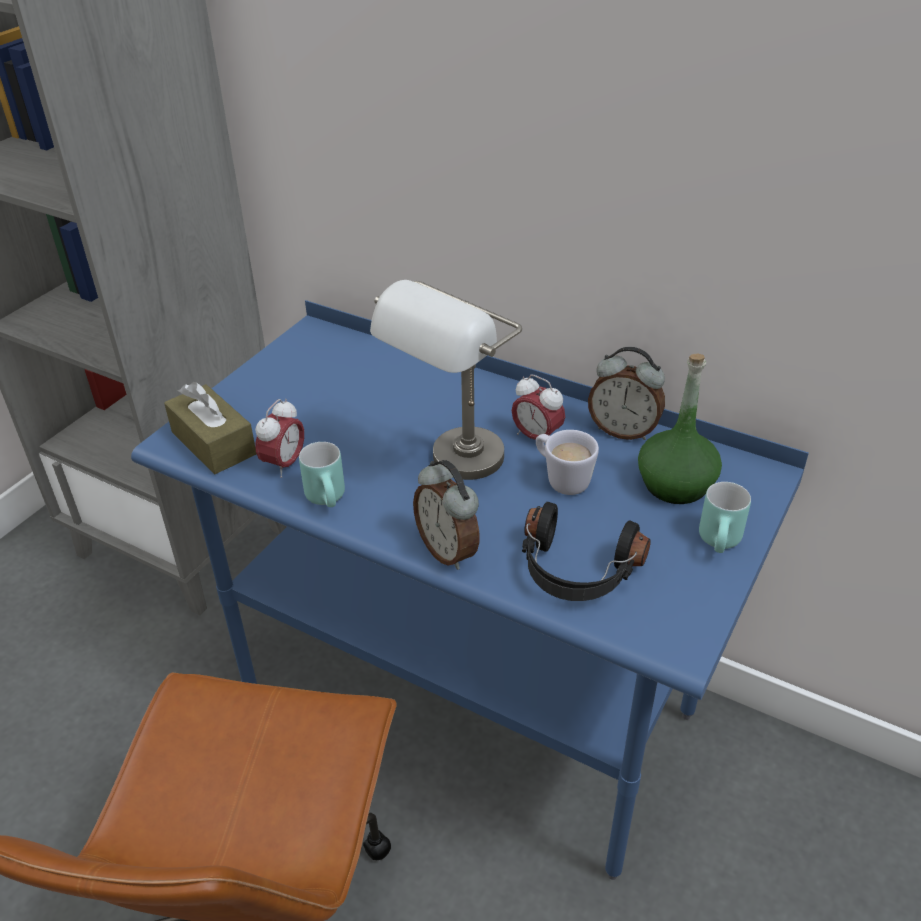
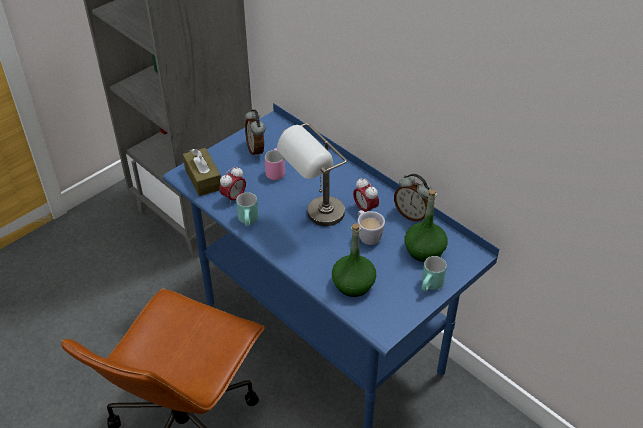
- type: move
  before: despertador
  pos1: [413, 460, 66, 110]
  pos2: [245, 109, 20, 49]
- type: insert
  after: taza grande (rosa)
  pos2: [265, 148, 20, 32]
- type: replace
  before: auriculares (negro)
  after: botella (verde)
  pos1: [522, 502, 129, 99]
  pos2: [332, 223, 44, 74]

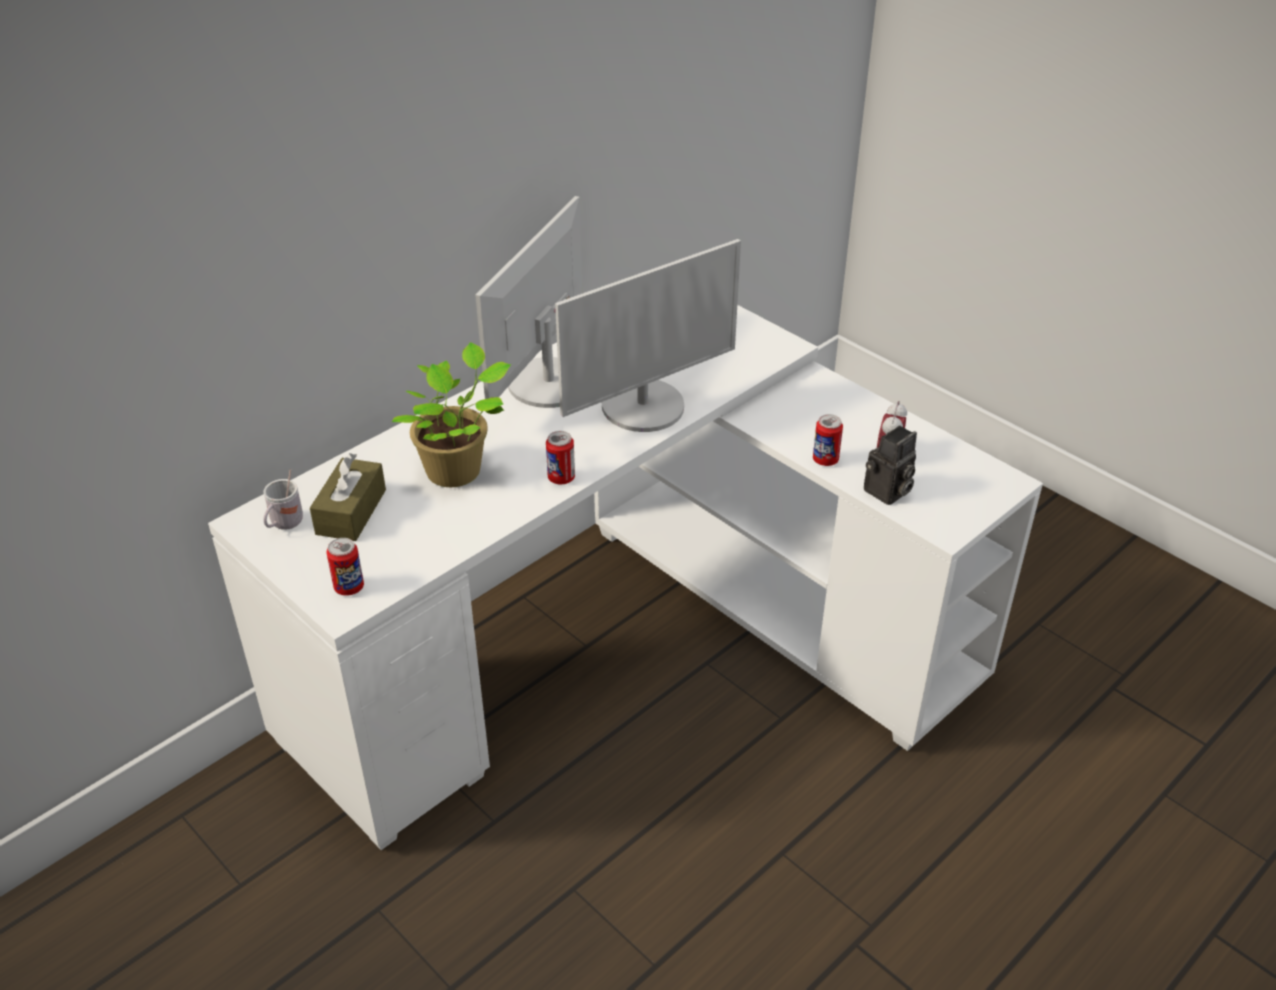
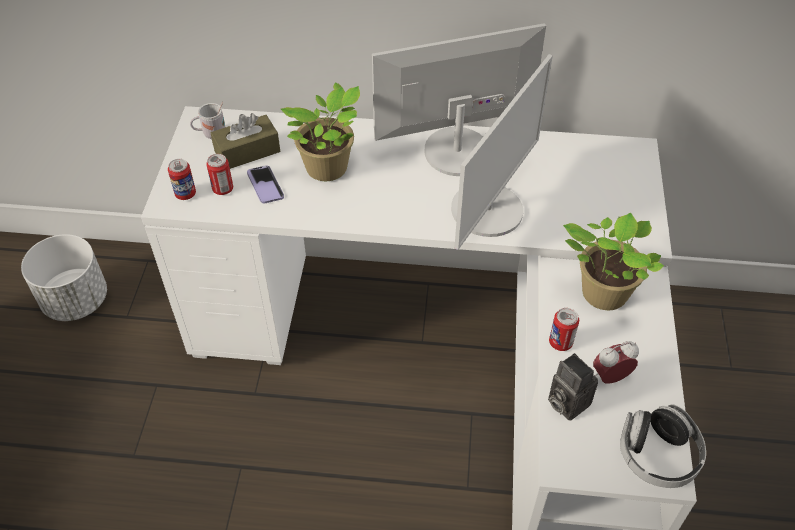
- type: insert
  after: maceta (blanco)
  pos2: [21, 234, 86, 87]
- type: move
  before: lata
  pos1: [546, 431, 29, 53]
  pos2: [206, 154, 27, 41]
- type: insert
  after: móvil
  pos2: [247, 165, 37, 38]
- type: rotate
  before: monitor
  pos1: [555, 239, 186, 193]
  pos2: [451, 54, 102, 196]
  turn: -75
- type: rotate
  before: cámara
  pos1: [864, 425, 53, 80]
  pos2: [548, 353, 50, 68]
  turn: 45
- type: insert
  after: planta en maceta
  pos2: [563, 213, 101, 97]
- type: insert
  after: auriculares
  pos2: [620, 405, 86, 83]

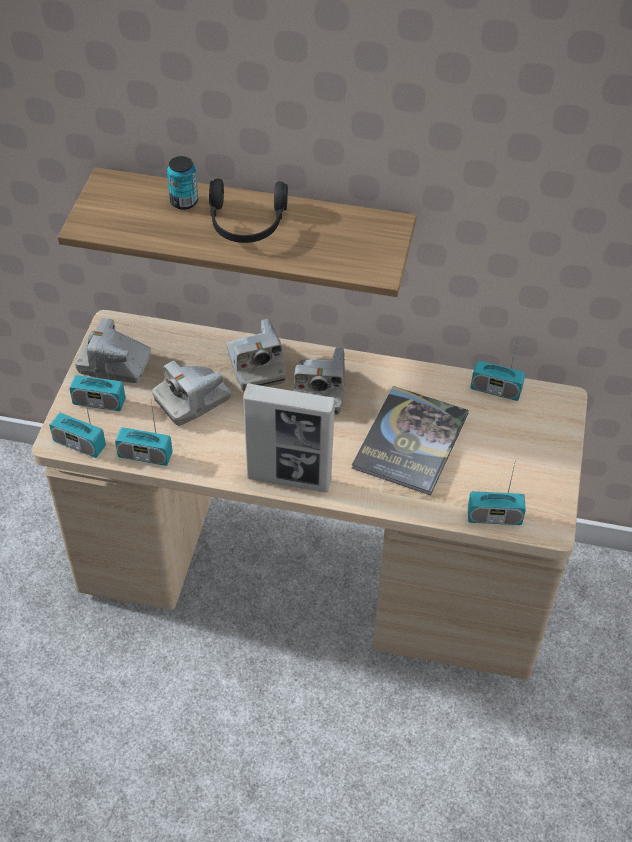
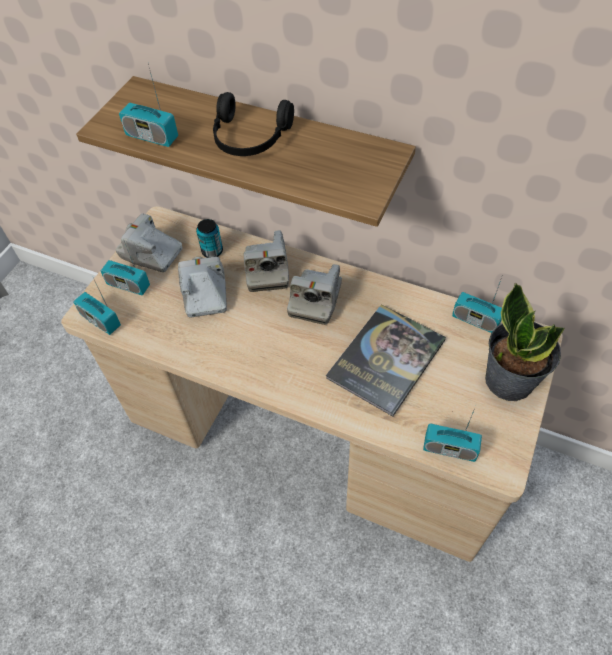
- type: move
  before: radio
  pos1: [115, 402, 58, 64]
  pos2: [119, 64, 59, 83]
- type: rotate
  before: cámara
  pos1: [152, 361, 79, 65]
  pos2: [178, 257, 49, 61]
  turn: 105
- type: move
  before: lata
  pos1: [167, 156, 31, 54]
  pos2: [196, 219, 27, 39]
- type: insert
  after: planta en maceta
  pos2: [485, 283, 80, 118]
- type: delete
  before: portarretratos
  pos1: [243, 383, 92, 110]

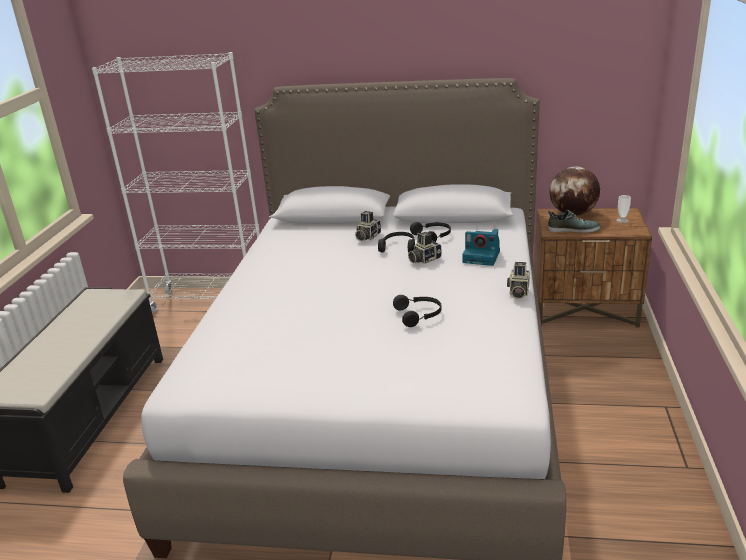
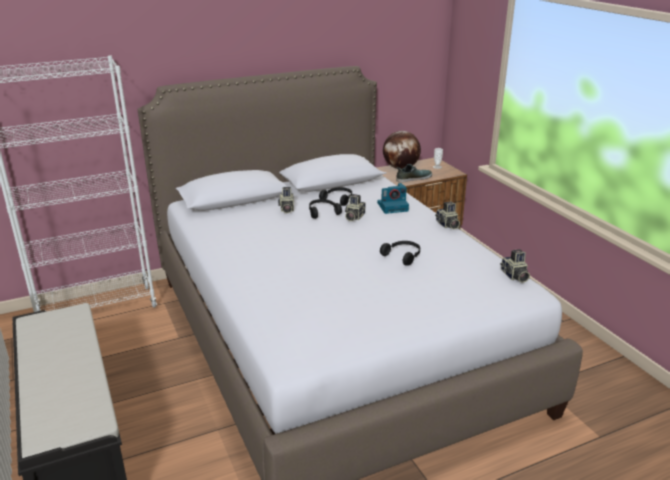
- type: insert
  after: cámara
  pos2: [500, 249, 30, 34]

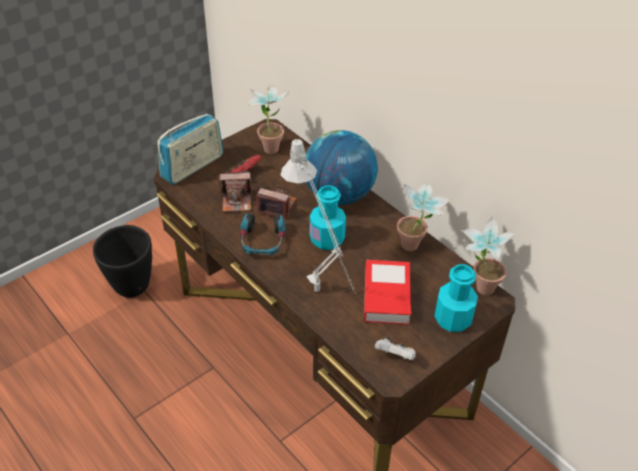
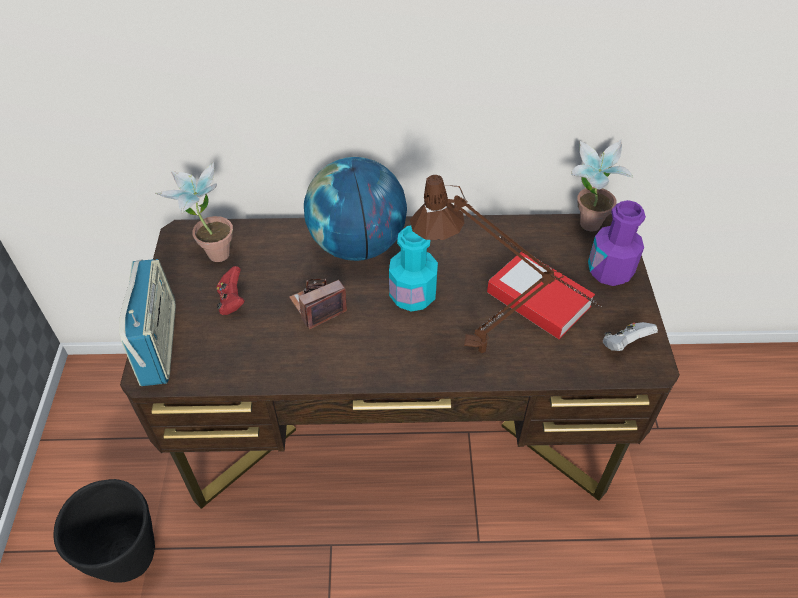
- type: recolor
  before: lámpara de mesa (gris)
  after: lámpara de mesa (marrón)
  pos1: [281, 139, 75, 155]
  pos2: [410, 175, 192, 178]
- type: recolor
  before: botella (turquesa)
  after: botella (morado)
  pos1: [434, 264, 44, 68]
  pos2: [588, 200, 58, 86]
- type: delete
  before: cámara
  pos1: [219, 171, 33, 41]
- type: delete
  before: auriculares
  pos1: [241, 213, 45, 42]
- type: delete
  before: planta en maceta
  pos1: [397, 184, 54, 67]

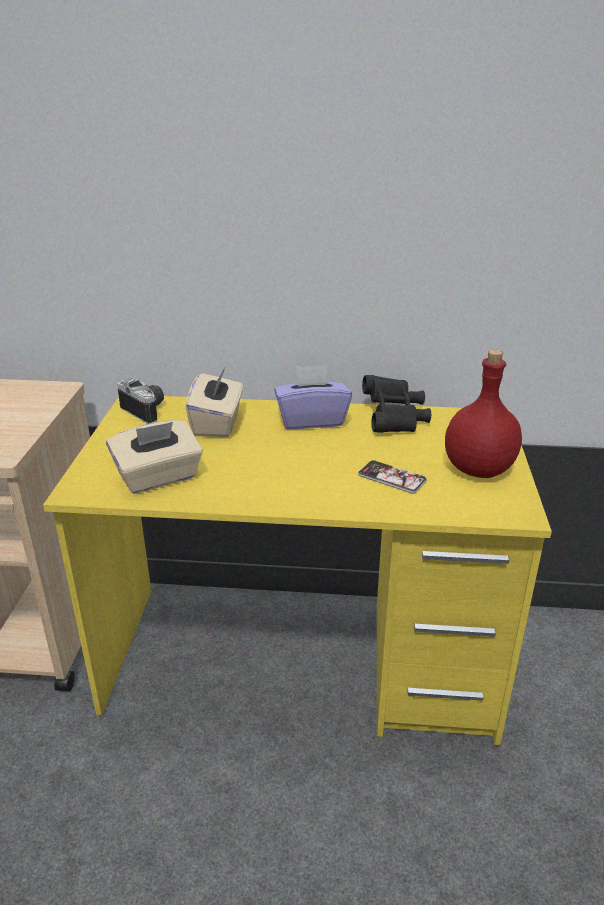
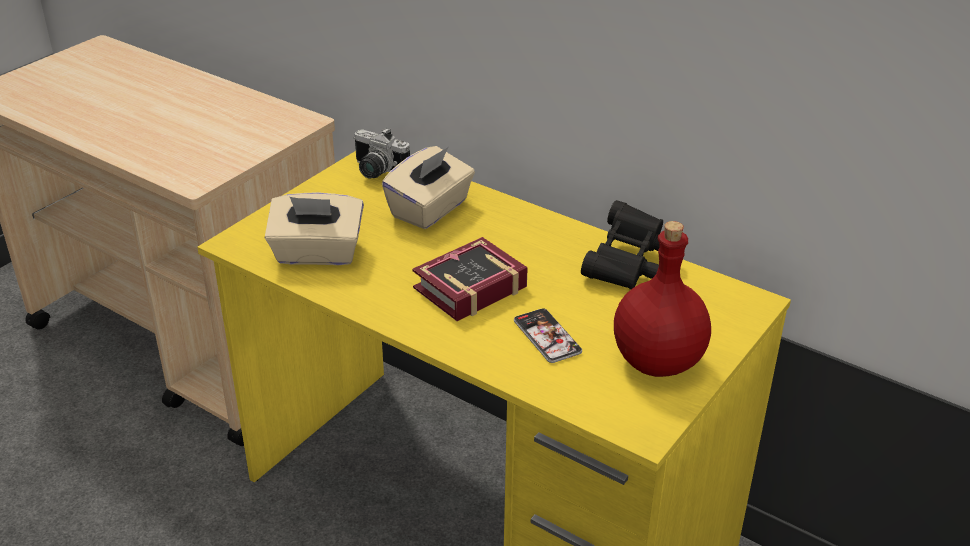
- type: rotate
  before: cámara
  pos1: [117, 378, 47, 46]
  pos2: [354, 128, 56, 51]
  turn: 135
- type: insert
  after: libro
  pos2: [412, 237, 116, 84]
- type: delete
  before: caja de pañuelos (morado)
  pos1: [274, 365, 78, 64]

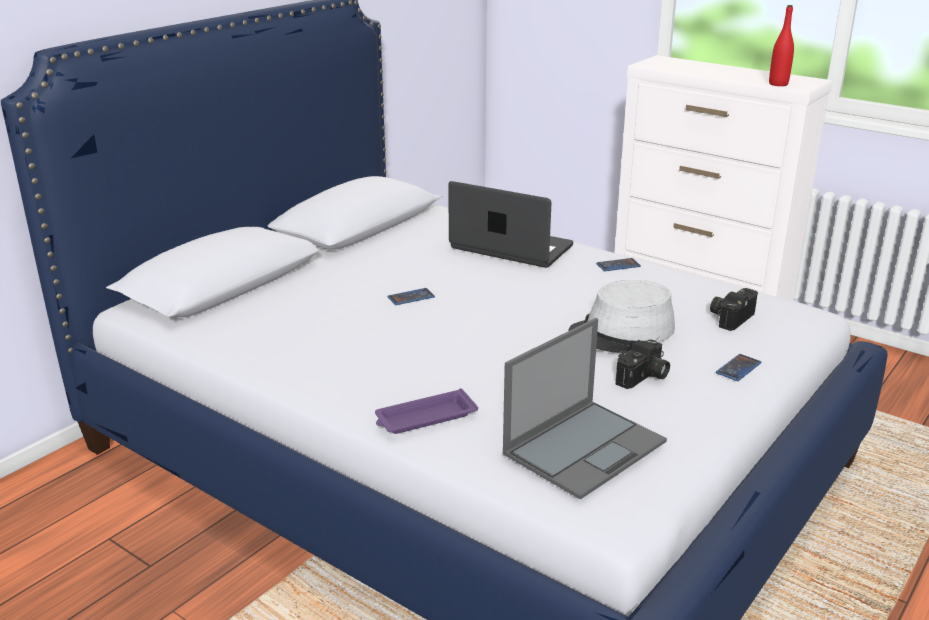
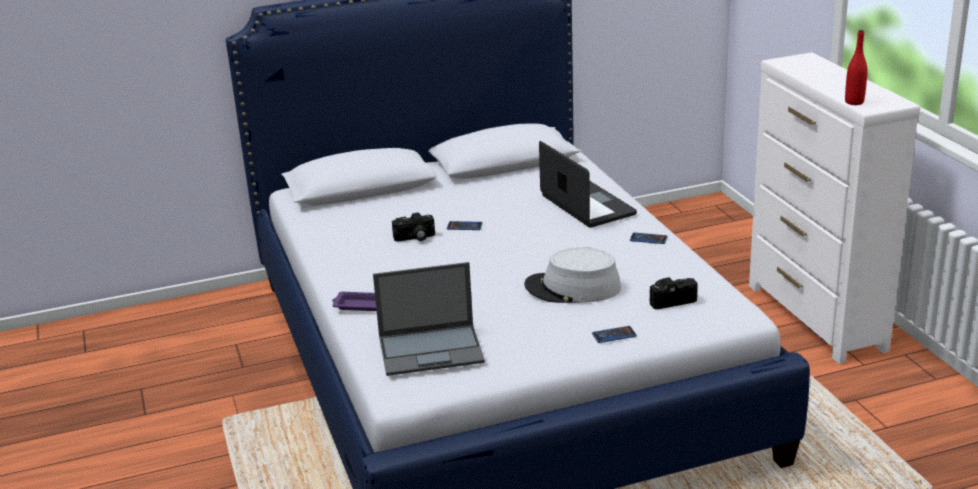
- type: move
  before: cámara
  pos1: [616, 339, 54, 50]
  pos2: [392, 212, 43, 29]

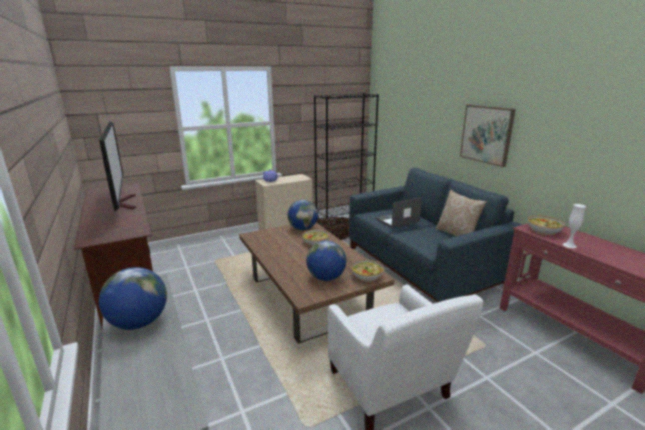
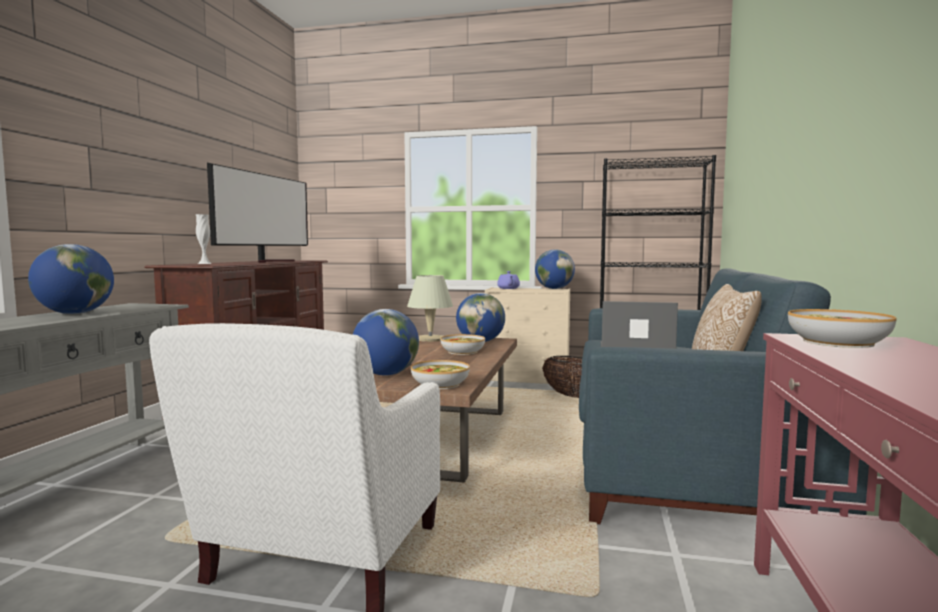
- type: move
  before: florero (blanco)
  pos1: [562, 204, 24, 44]
  pos2: [196, 214, 16, 50]
- type: insert
  after: lámpara de mesa (beis)
  pos2: [407, 275, 46, 67]
- type: insert
  after: globo terráqueo
  pos2: [535, 249, 40, 40]
- type: delete
  before: cuadro
  pos1: [460, 105, 56, 62]

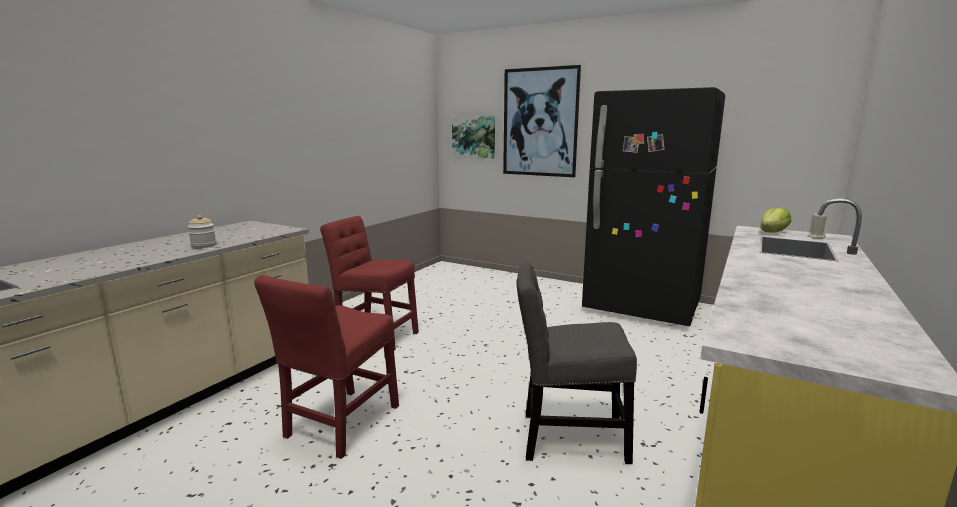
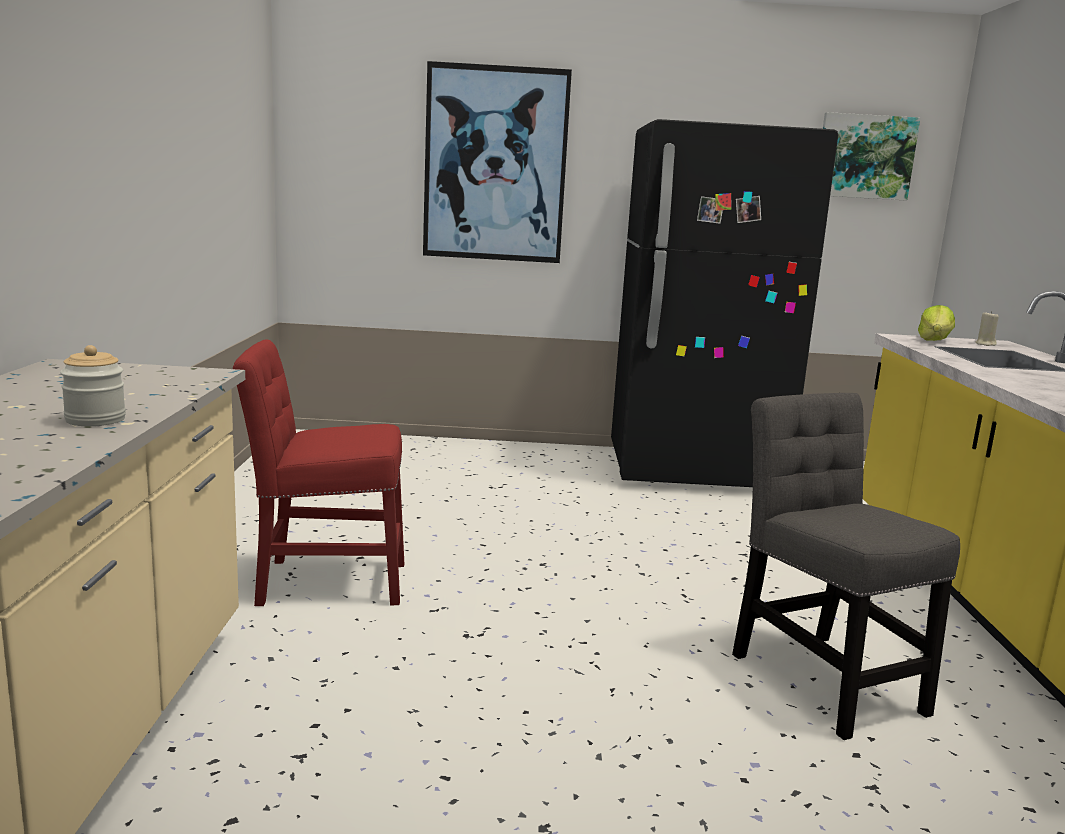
- type: rotate
  before: silla (gris)
  pos1: [516, 262, 121, 202]
  pos2: [732, 393, 228, 347]
  turn: 90
- type: move
  before: cuadro
  pos1: [452, 116, 43, 43]
  pos2: [823, 112, 97, 89]
- type: delete
  before: silla (rojo)
  pos1: [254, 275, 145, 184]

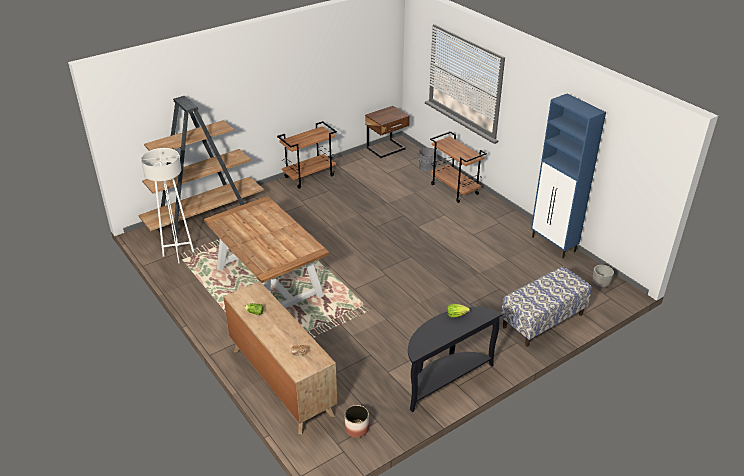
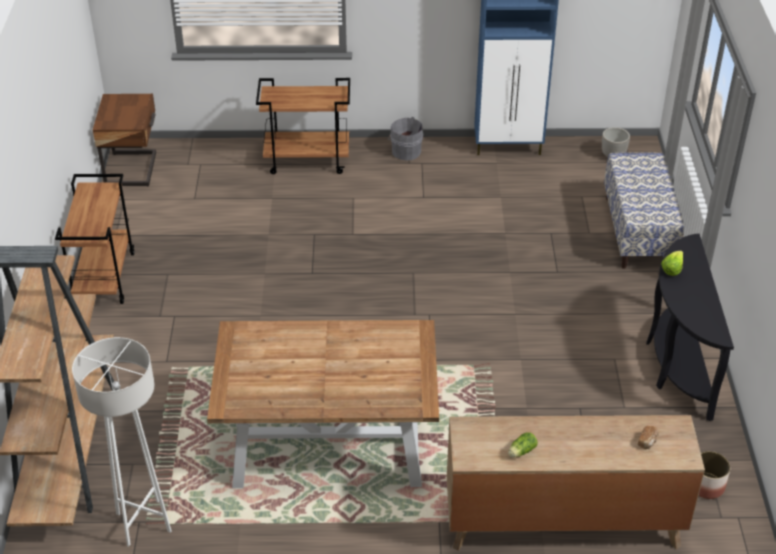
- type: move
  before: cubo (gris)
  pos1: [417, 148, 21, 24]
  pos2: [388, 117, 35, 44]

